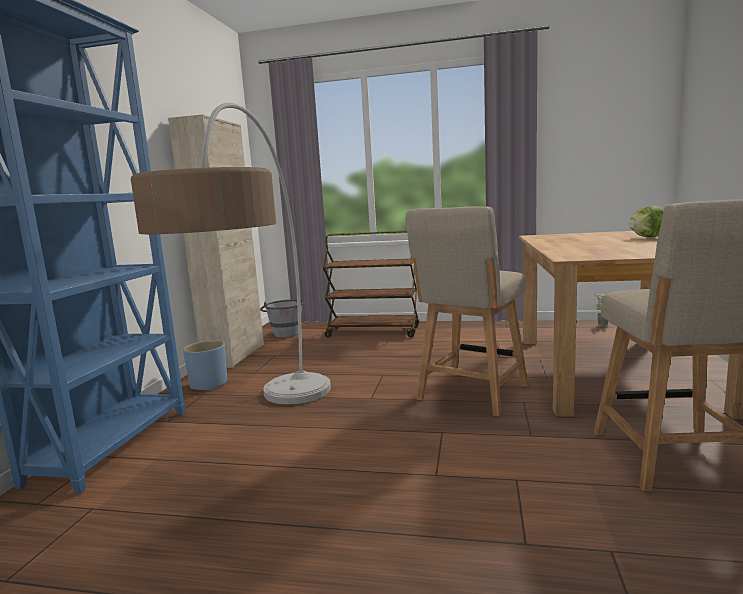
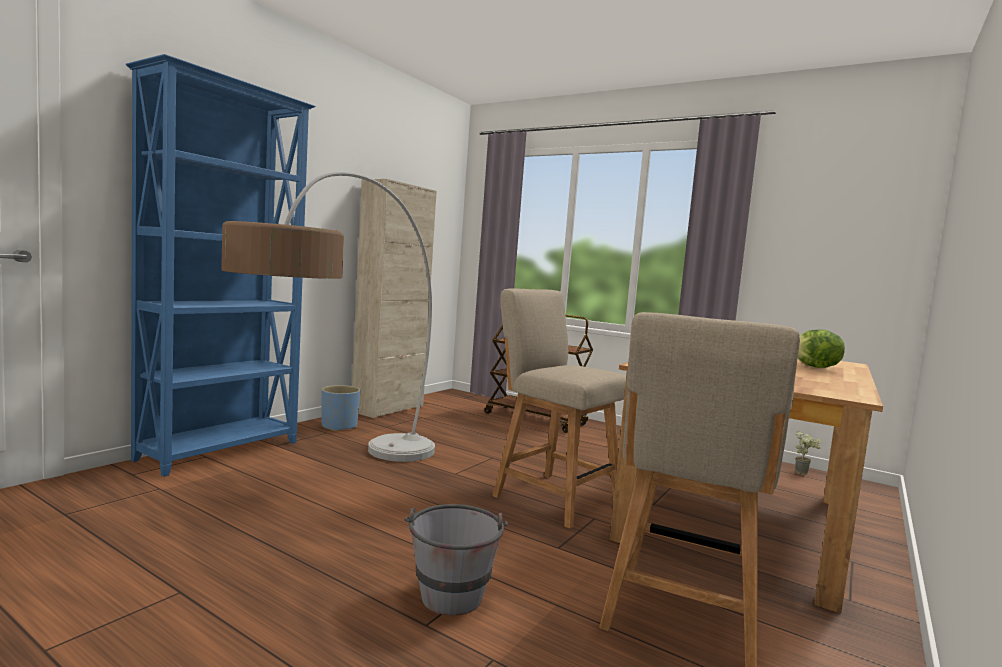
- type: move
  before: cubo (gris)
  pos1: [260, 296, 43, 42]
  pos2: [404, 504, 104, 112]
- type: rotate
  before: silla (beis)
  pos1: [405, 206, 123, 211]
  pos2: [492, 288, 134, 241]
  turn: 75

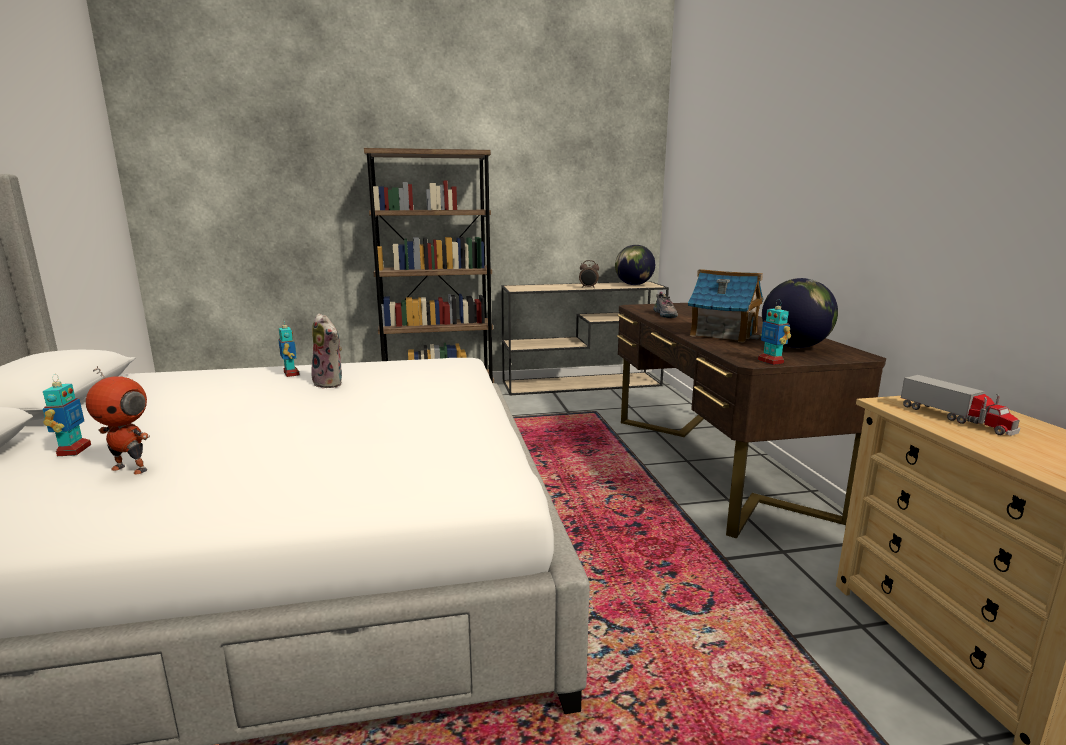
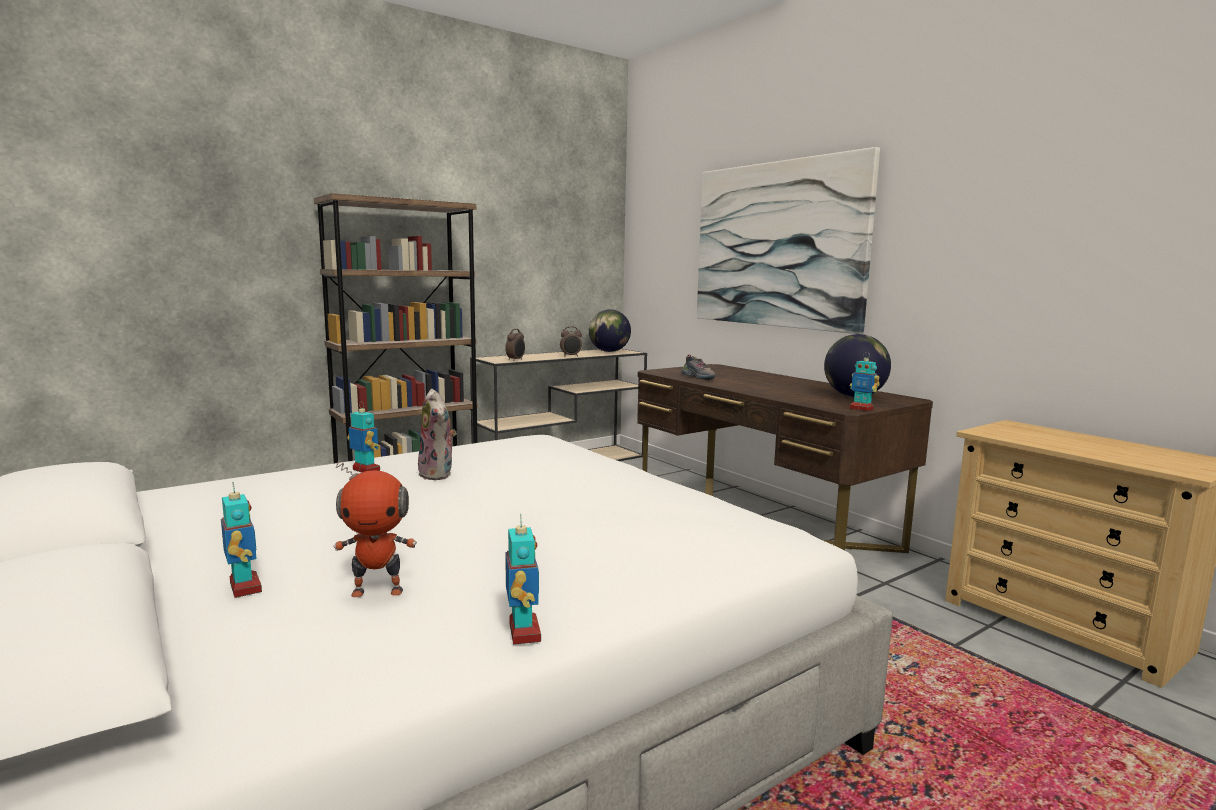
- type: rotate
  before: peluche
  pos1: [311, 313, 31, 75]
  pos2: [418, 389, 39, 91]
  turn: 45
- type: insert
  after: despertador
  pos2: [505, 329, 20, 32]
- type: insert
  after: robot de juguete
  pos2: [505, 514, 36, 131]
- type: insert
  after: cuadro
  pos2: [697, 147, 183, 187]
- type: delete
  before: casita
  pos1: [688, 269, 75, 74]
- type: delete
  before: camión de juguete
  pos1: [901, 375, 119, 61]

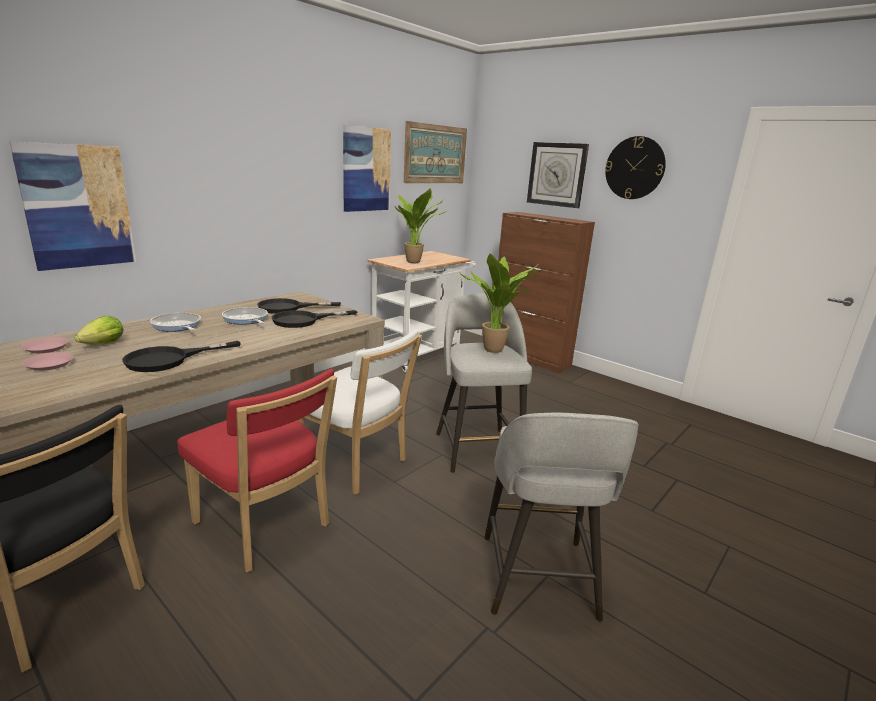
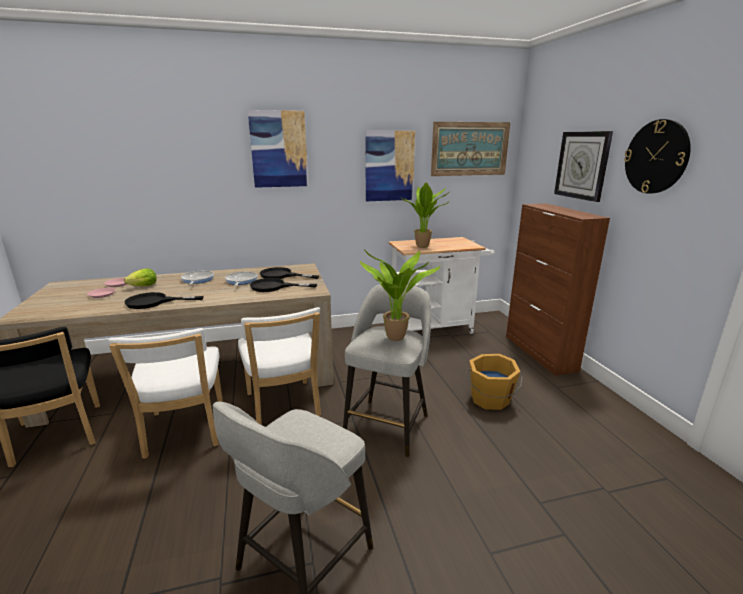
- type: recolor
  before: silla (rojo)
  after: silla (blanco)
  pos1: [177, 369, 160, 204]
  pos2: [108, 328, 115, 131]
- type: move
  before: cuadro
  pos1: [9, 141, 127, 130]
  pos2: [248, 110, 60, 78]
- type: insert
  after: cubo (naranja)
  pos2: [465, 354, 58, 56]

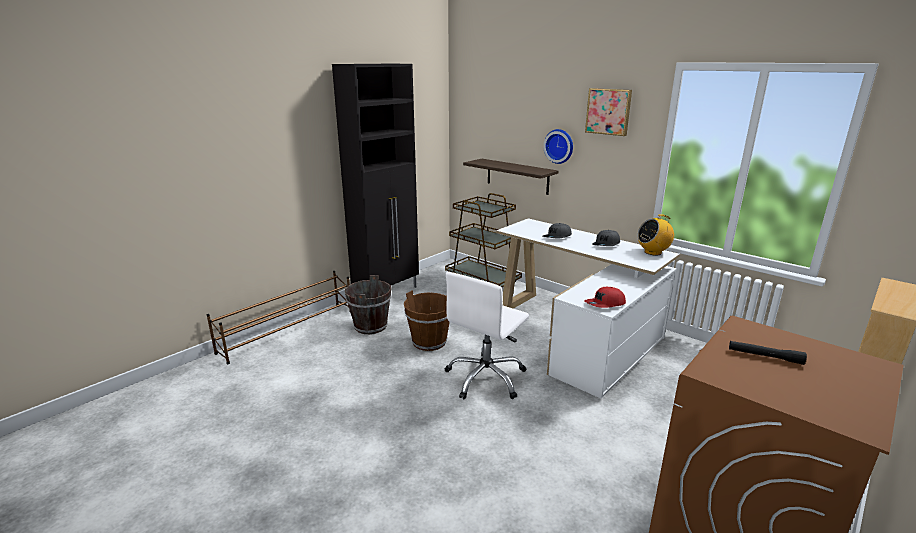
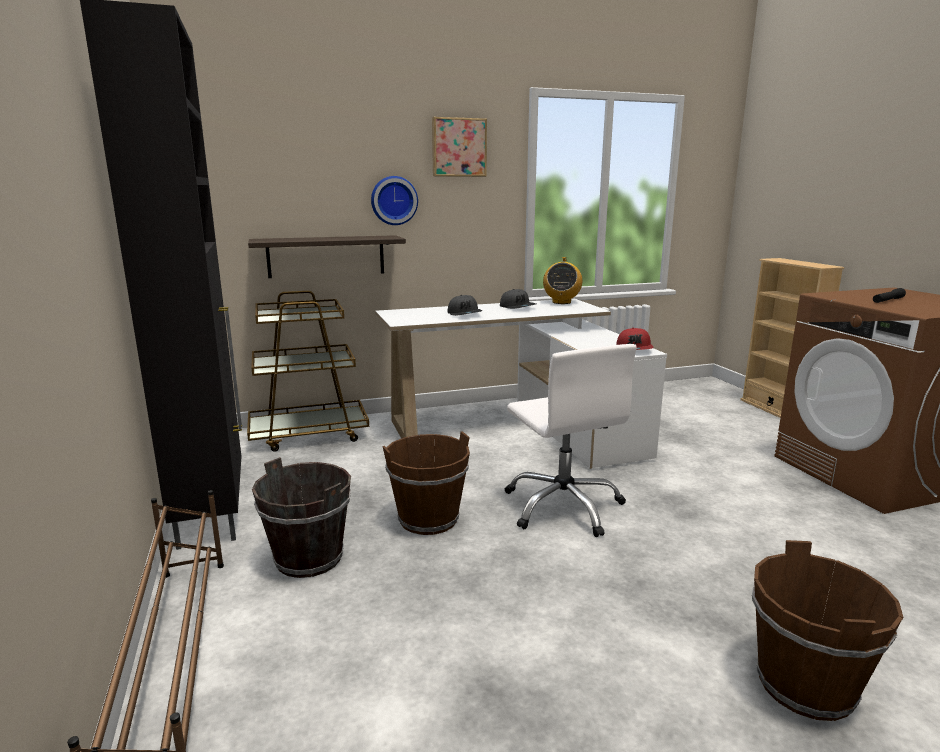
- type: insert
  after: cubo (marrón)
  pos2: [752, 540, 151, 181]

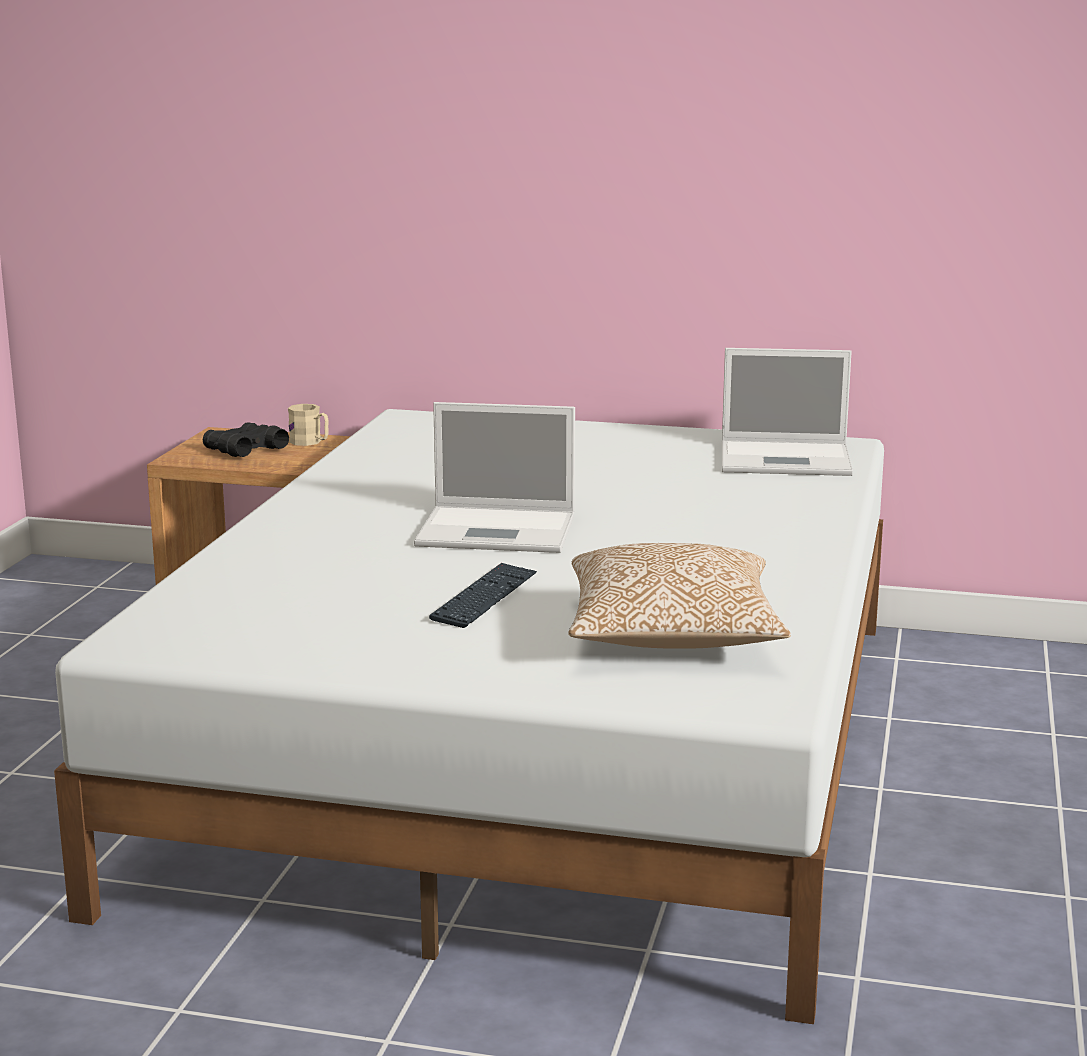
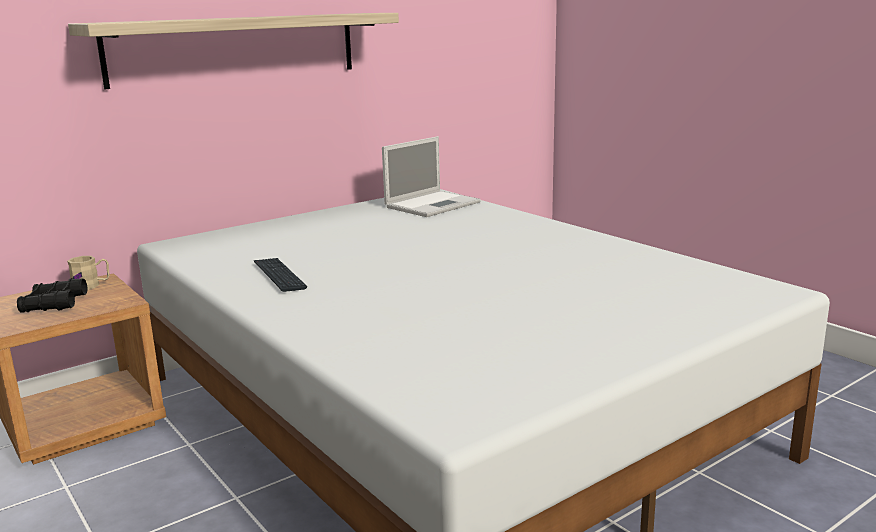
- type: insert
  after: estante
  pos2: [68, 13, 331, 76]
- type: move
  before: teclado
  pos1: [429, 563, 108, 65]
  pos2: [254, 258, 53, 34]
- type: delete
  before: portátil
  pos1: [414, 402, 161, 151]
- type: delete
  before: cojín
  pos1: [568, 543, 223, 106]

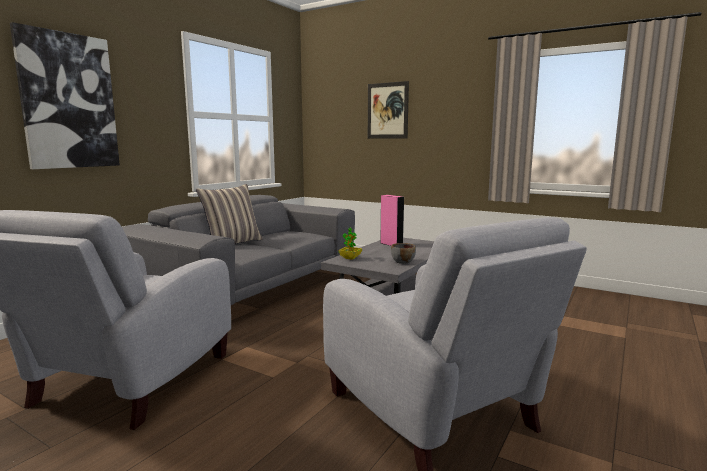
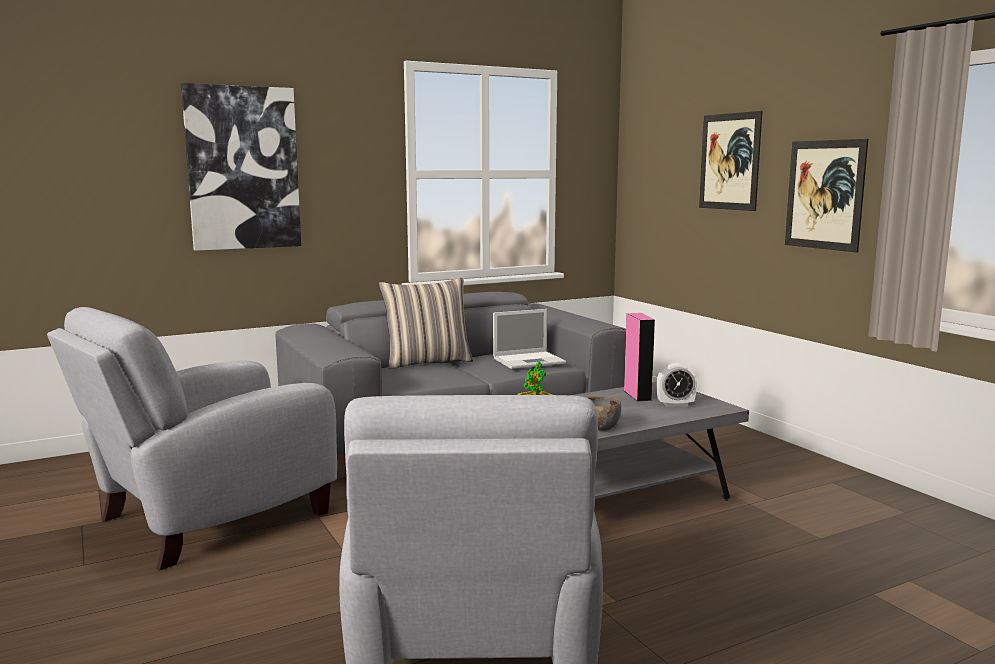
- type: insert
  after: portátil
  pos2: [493, 309, 73, 60]
- type: insert
  after: despertador
  pos2: [656, 363, 41, 44]
- type: insert
  after: cuadro
  pos2: [785, 139, 83, 114]

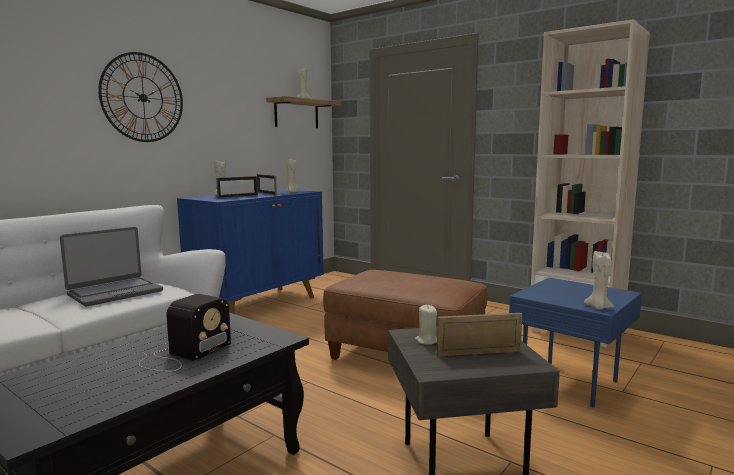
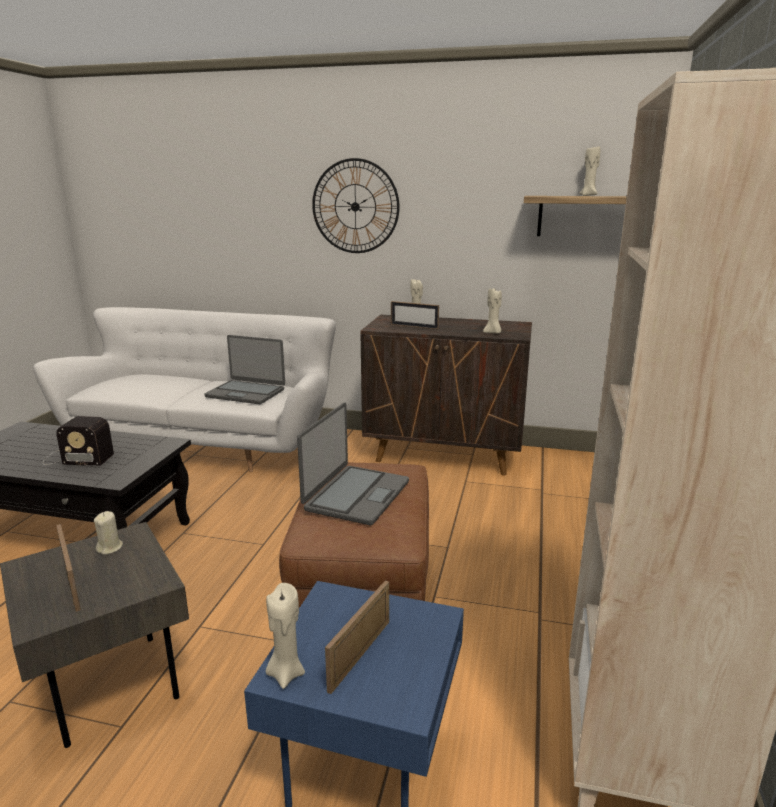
- type: insert
  after: portátil
  pos2: [297, 403, 112, 122]
- type: move
  before: portarretratos
  pos1: [257, 174, 20, 21]
  pos2: [325, 580, 64, 114]
- type: recolor
  before: armario (azul)
  after: armario (marrón)
  pos1: [177, 189, 147, 125]
  pos2: [360, 315, 172, 161]

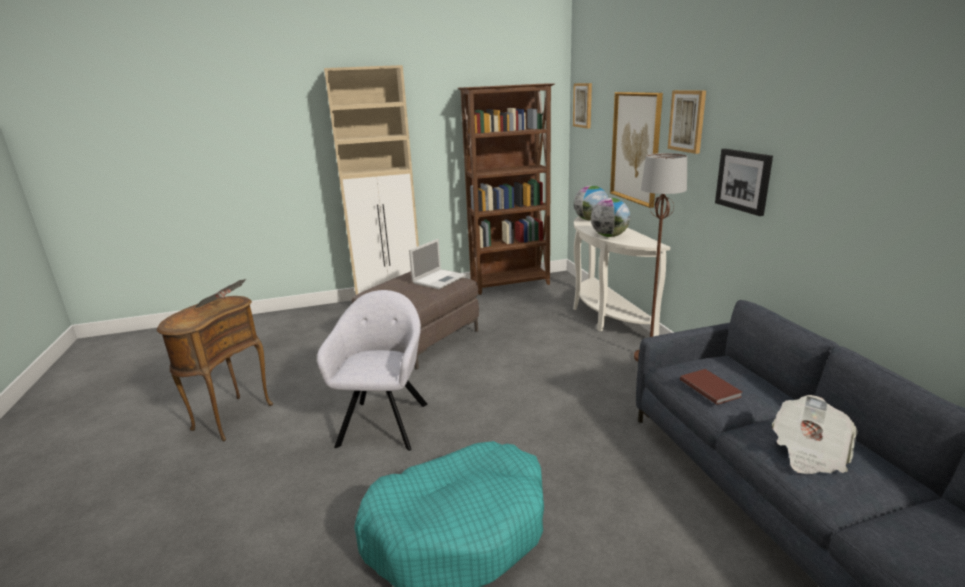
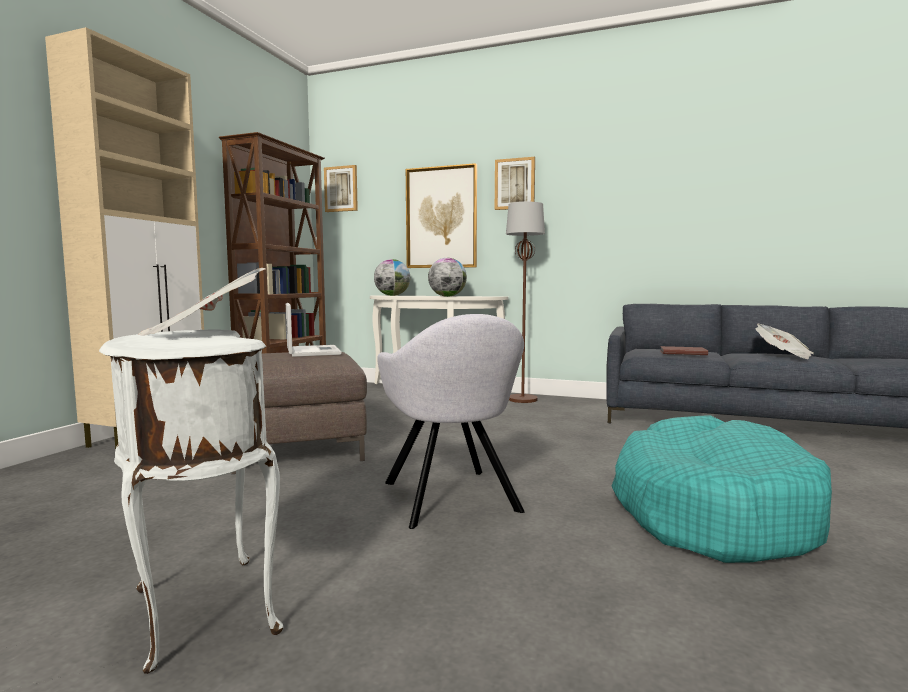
- type: recolor
  before: mesa auxiliar (marrón)
  after: mesa auxiliar (blanco)
  pos1: [157, 296, 116, 146]
  pos2: [99, 330, 184, 344]
- type: rotate
  before: sillón (gris)
  pos1: [317, 290, 111, 161]
  pos2: [377, 314, 148, 215]
  turn: -150
- type: delete
  before: cuadro
  pos1: [715, 149, 58, 67]

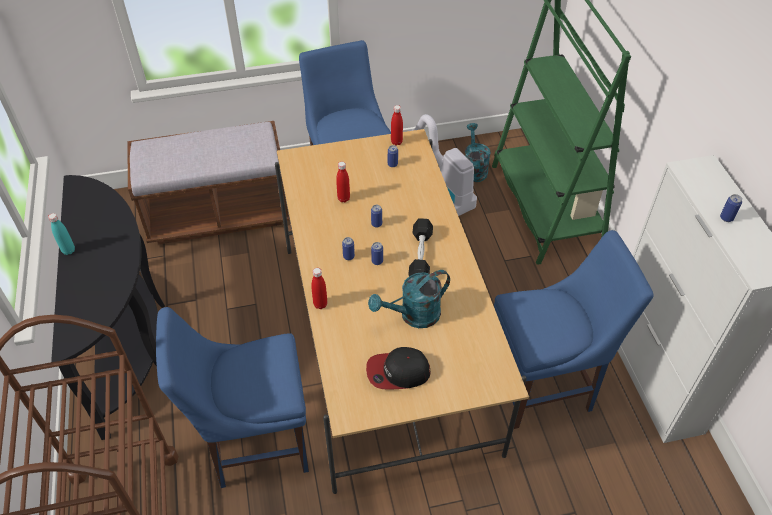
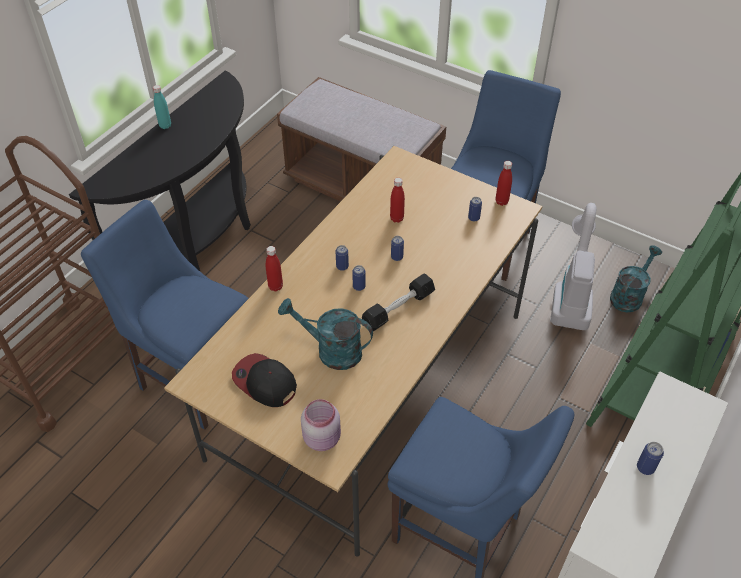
- type: insert
  after: tarro (rosa)
  pos2: [301, 399, 40, 52]

